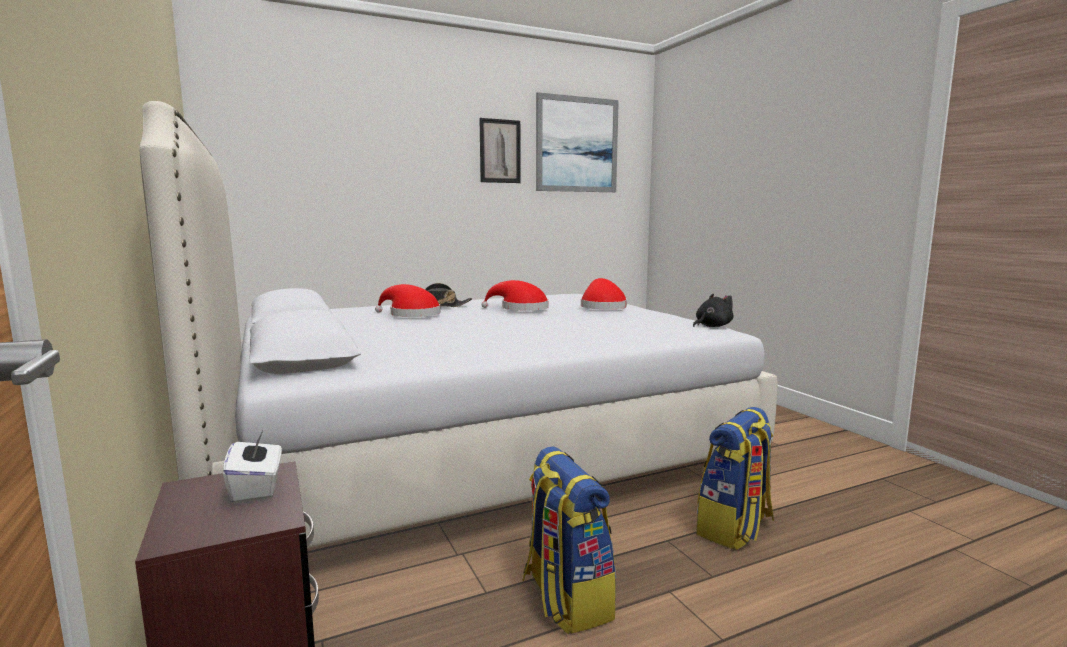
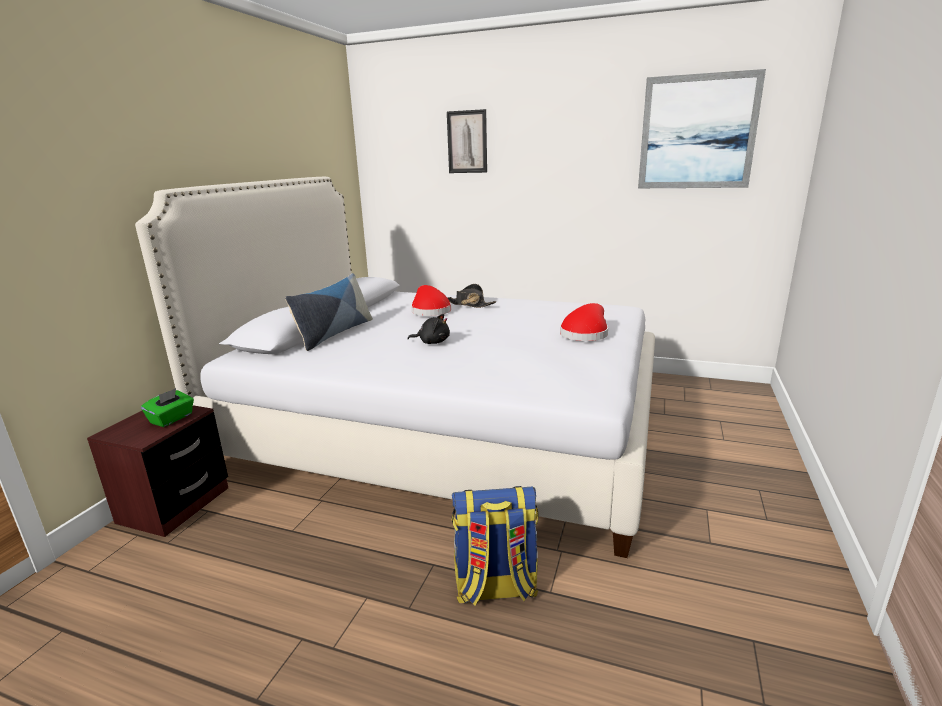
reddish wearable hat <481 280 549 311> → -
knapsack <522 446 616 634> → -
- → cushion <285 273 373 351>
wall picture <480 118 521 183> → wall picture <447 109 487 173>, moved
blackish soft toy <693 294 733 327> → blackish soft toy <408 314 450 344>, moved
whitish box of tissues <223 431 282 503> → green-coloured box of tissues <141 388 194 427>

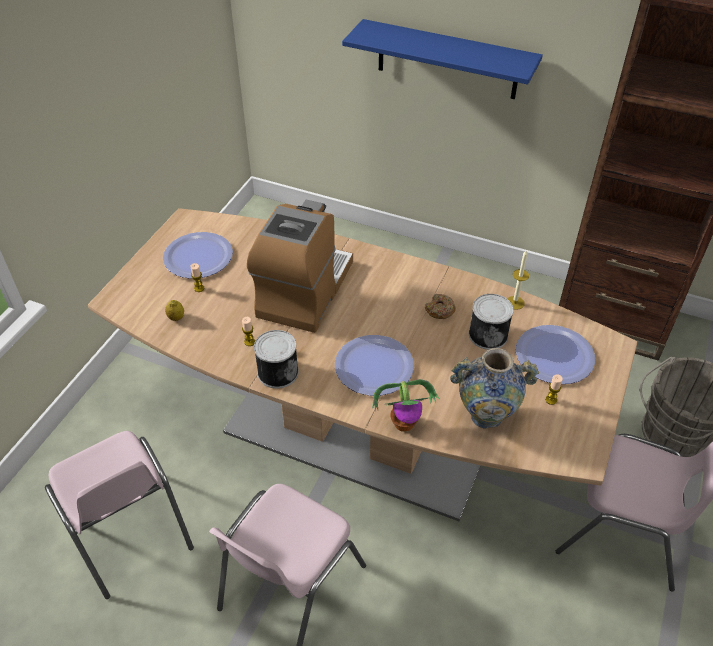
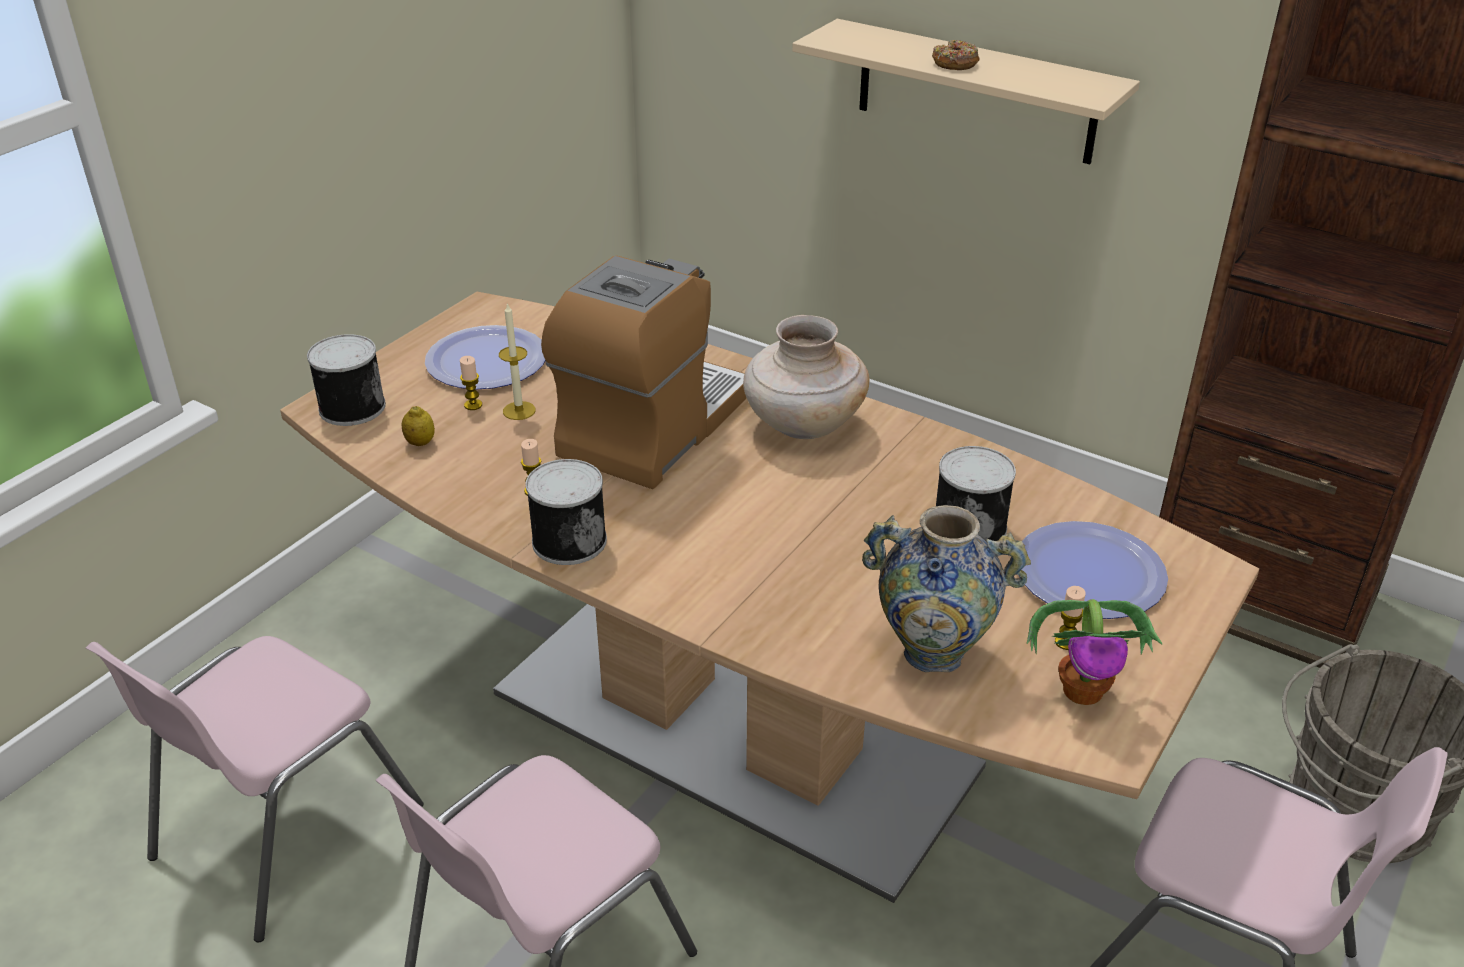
dinner plate <335 335 414 396> → -
- → sealed can <307 334 386 426>
- → sand-coloured flower vase <743 315 870 439>
potted plant <372 379 440 432> → potted plant <1027 599 1163 705>, moved
donut <425 294 456 319> → donut <932 40 980 70>, moved
candle <507 250 529 310> → candle <499 303 536 420>, moved
bluish bracket shelf <342 19 543 99> → sand-coloured bracket shelf <792 19 1140 164>
pink upright chair <45 431 194 599> → pink upright chair <86 636 423 942>, 60 degrees clockwise

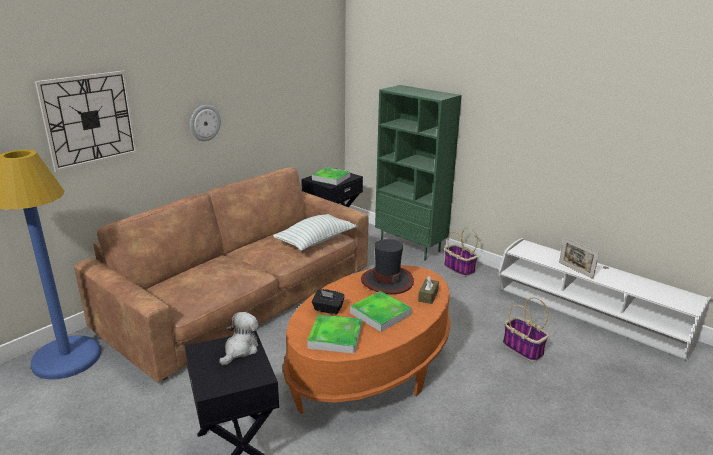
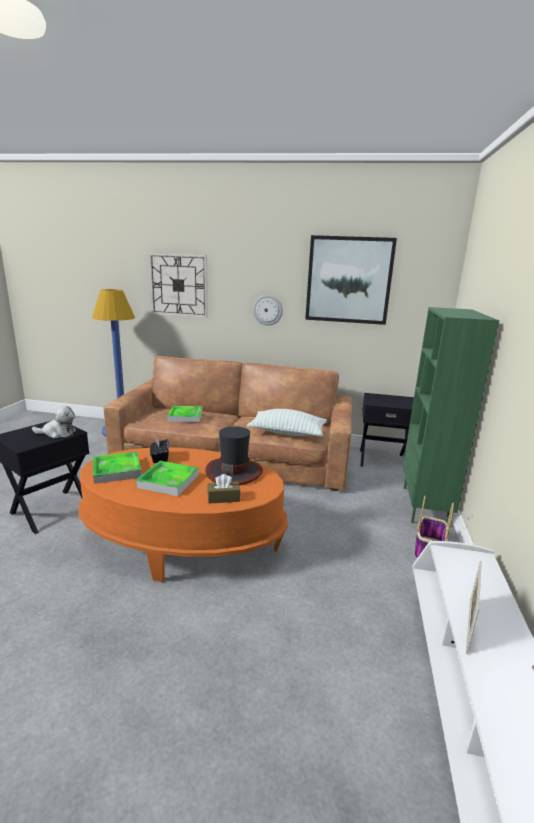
basket <503 297 549 362> → -
- → wall picture <305 235 397 325>
tray <312 167 350 185> → tray <167 406 203 422>, moved

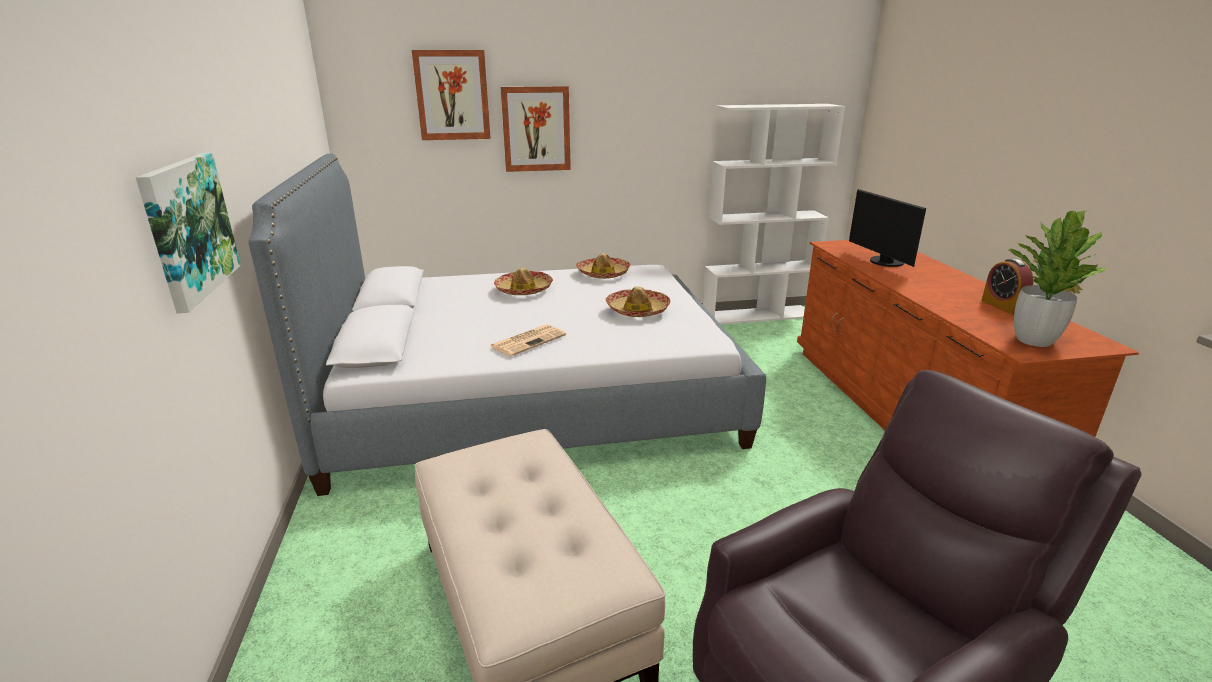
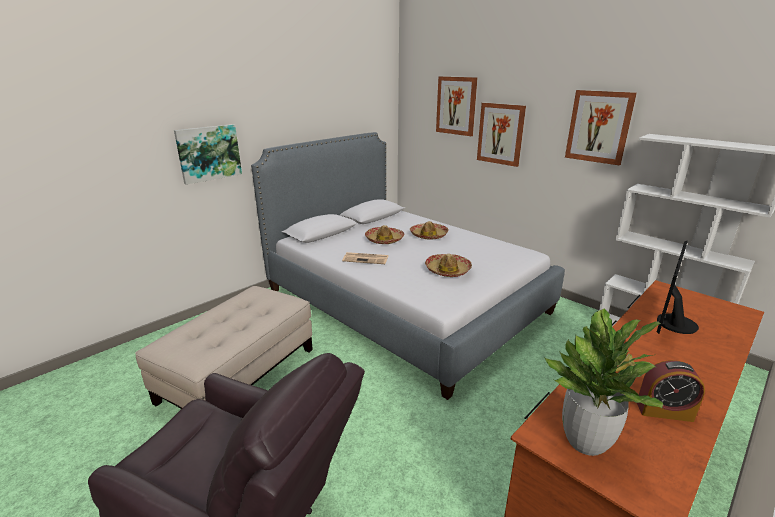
- → wall picture <565 90 637 165>
wearable hat <576 253 631 279> → wearable hat <365 225 404 244>, moved
bedside clock <981 259 1034 315> → bedside clock <637 360 705 422>, 120 degrees counterclockwise

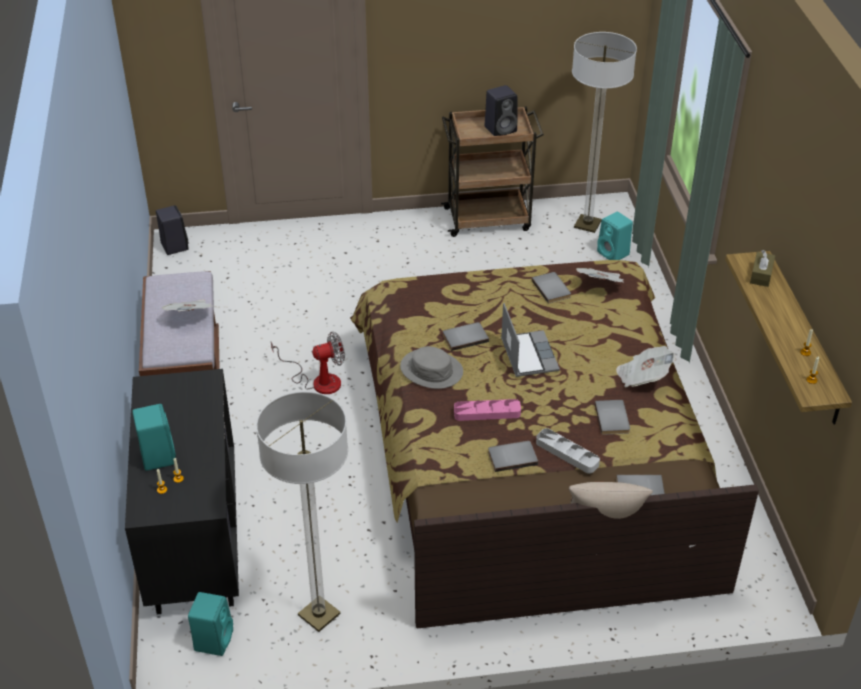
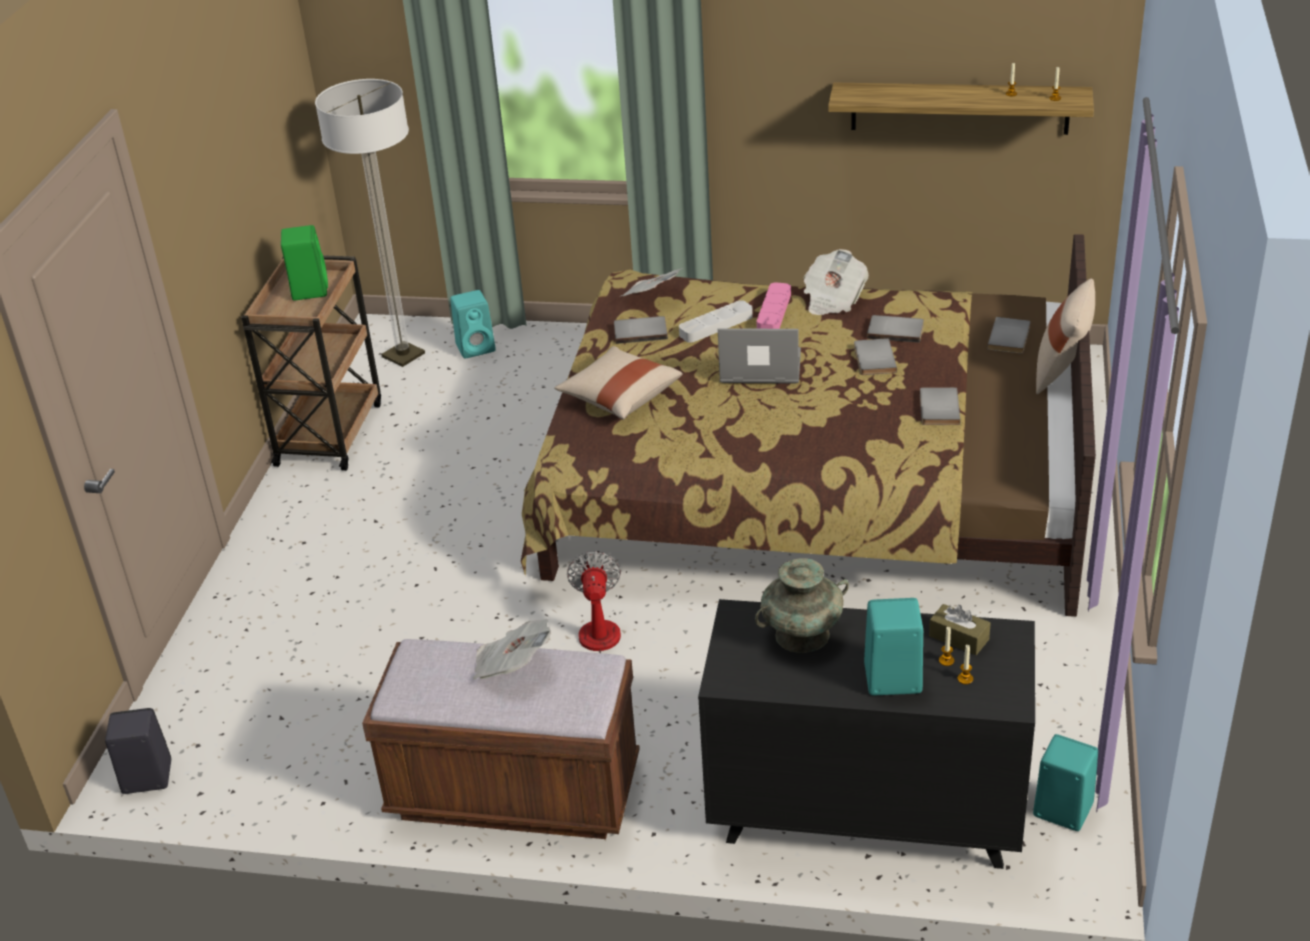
standard lamp <256 391 348 632> → -
greyish wearable hat <400 346 463 389> → -
- → sand-coloured cushion <554 346 682 420>
- → turquoise flower vase <755 558 849 653>
greyish bound book <443 322 489 351> → greyish bound book <854 338 897 375>, moved
pink tray <454 399 521 421> → pink tray <757 282 791 329>, moved
greyish tray <536 428 600 474> → greyish tray <679 300 753 343>, moved
brown box of tissues <750 250 775 287> → brown box of tissues <929 604 991 655>, moved
blackish speaker <485 85 518 136> → green-coloured speaker <281 225 328 300>

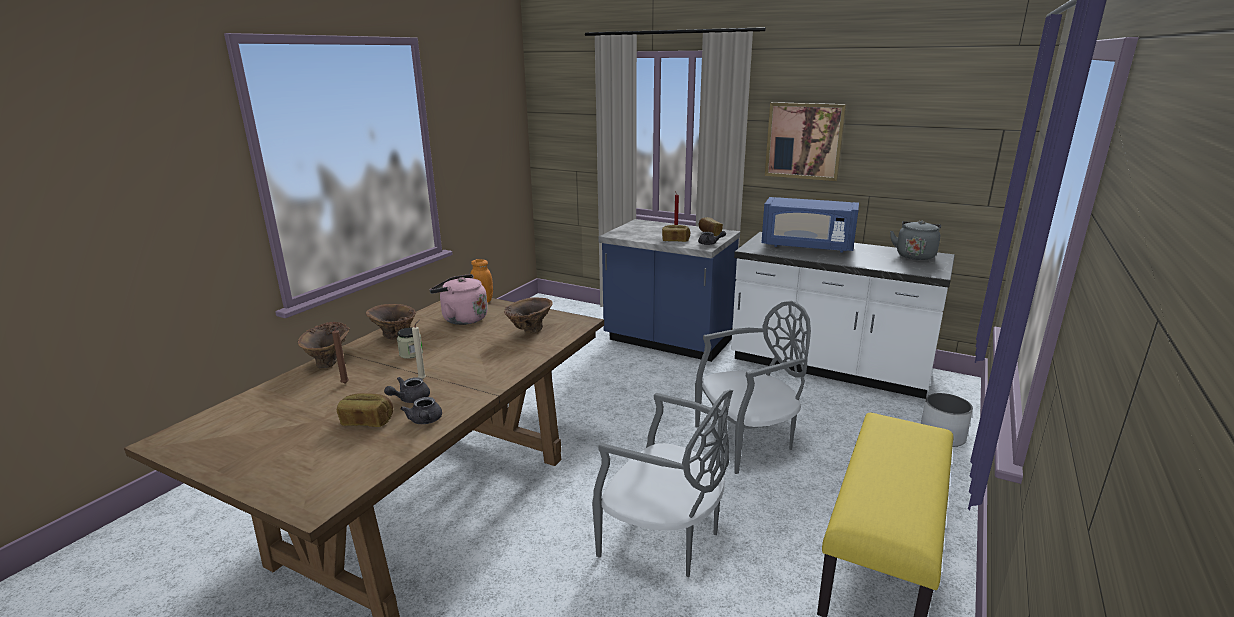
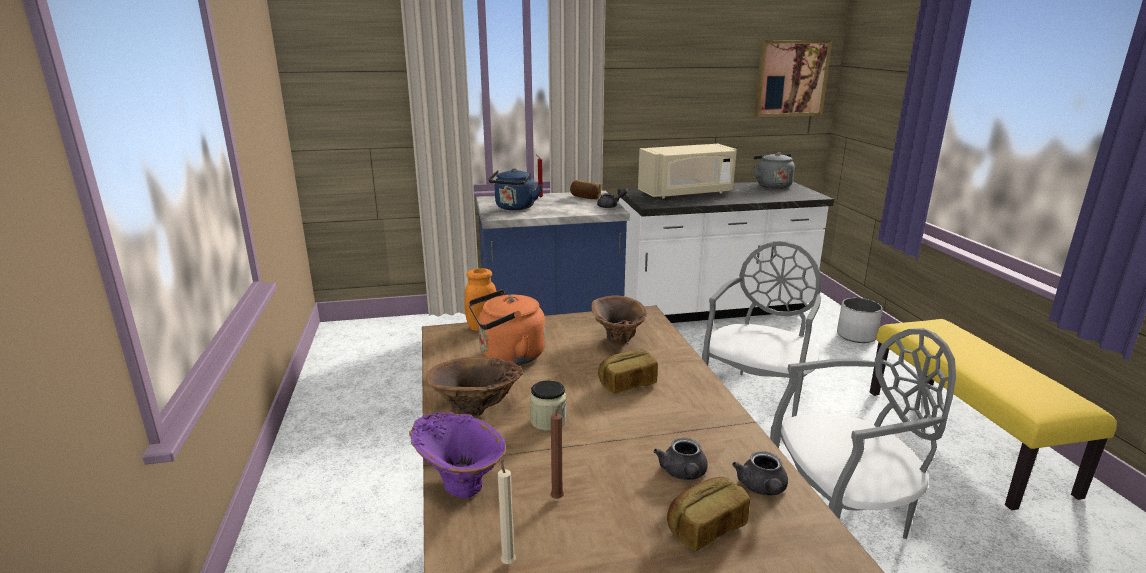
- → bluish kettle <488 168 542 210>
sand-coloured candle <412 320 426 379> → sand-coloured candle <498 454 516 564>, moved
bakery bread <662 225 690 242> → bakery bread <598 350 658 394>, moved
wall picture <765 102 846 181> → wall picture <754 40 832 117>, moved
brown flower vase <298 322 350 368> → purple-coloured flower vase <409 412 506 498>
pink kettle <430 274 488 325> → orange kettle <468 290 546 365>
bluish kitchen microwave <762 197 859 253> → sand-coloured kitchen microwave <638 144 737 199>
greyish teapot <401 397 442 424> → greyish teapot <732 451 788 496>, 60 degrees clockwise

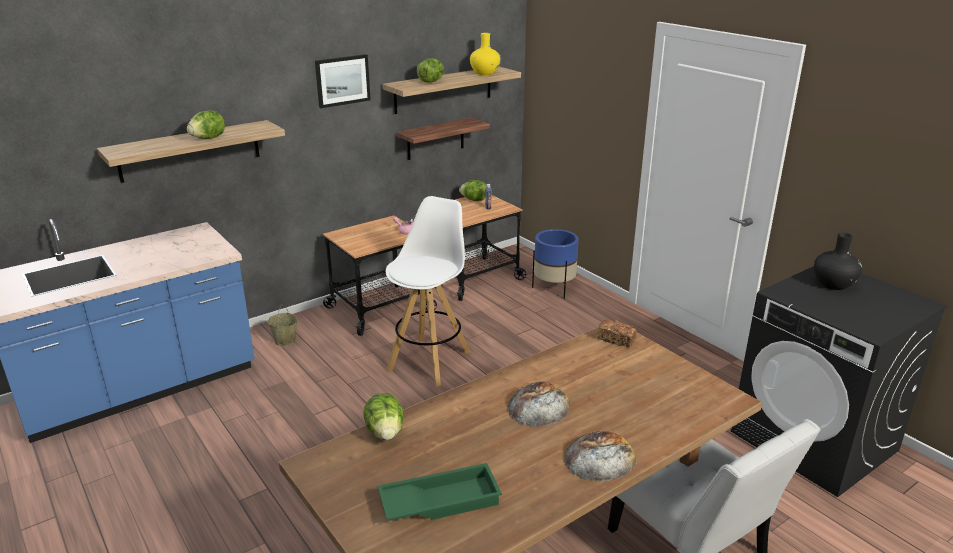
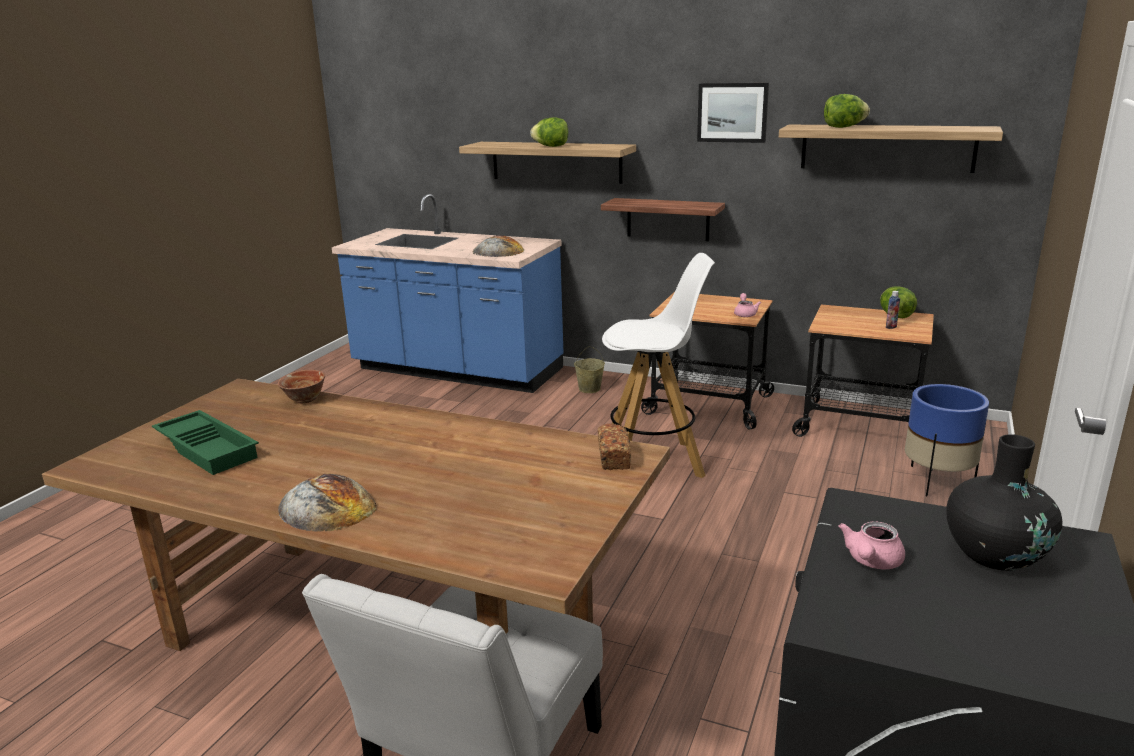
yellow flower vase <470 33 501 75> → -
- → pink teapot <838 521 905 569>
bracket shelf <397 118 490 160> → bracket shelf <601 198 725 241>, moved
bakery bread <508 381 571 427> → bakery bread <472 235 524 257>, moved
lettuce head <363 393 404 440> → serving bowl <278 370 325 403>

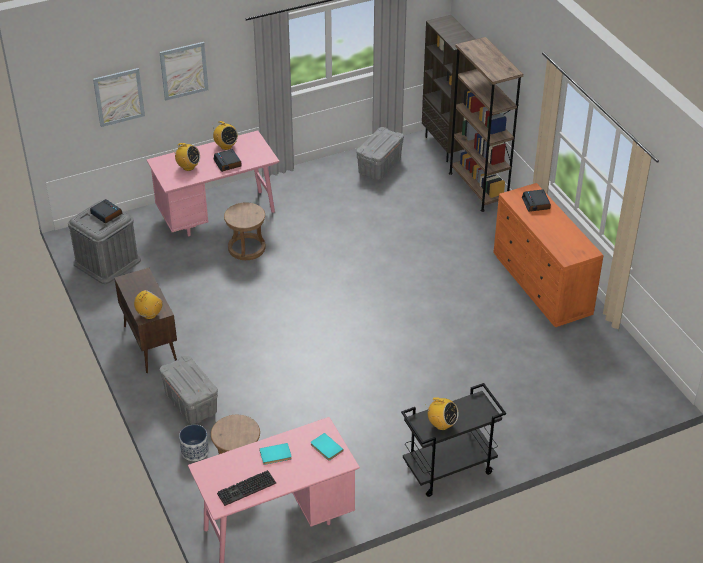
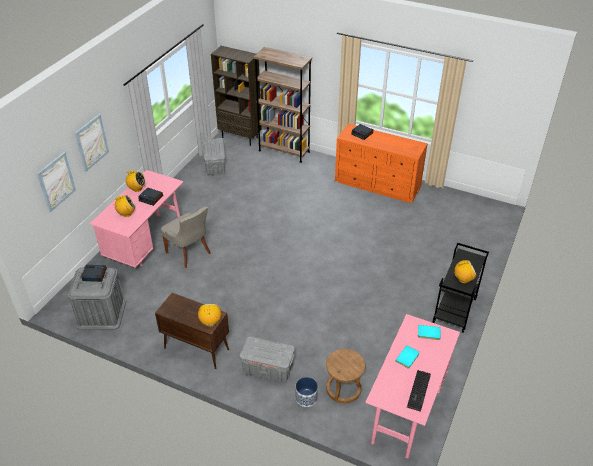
brown sitting stool <224 202 266 260> → greyish upright chair <161 206 211 268>

